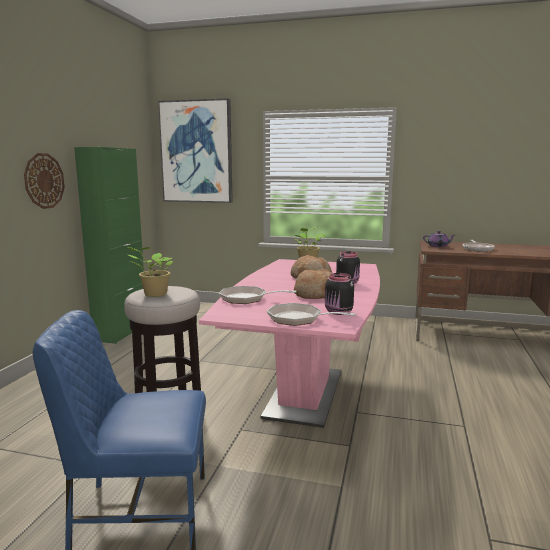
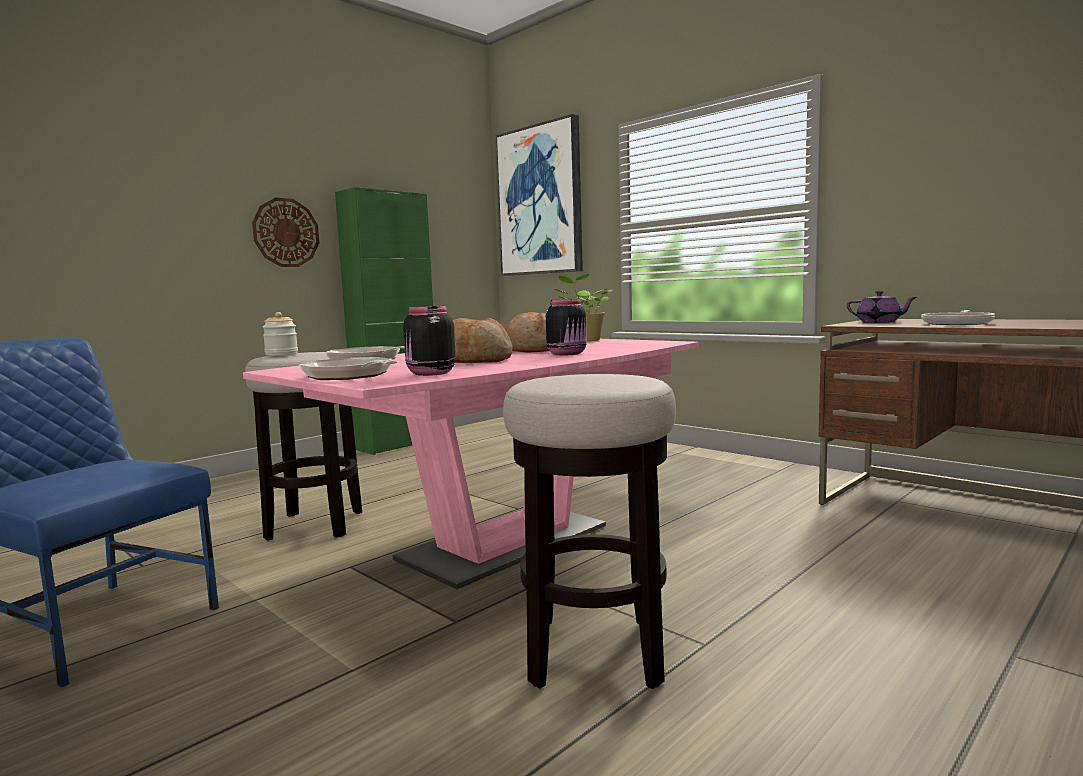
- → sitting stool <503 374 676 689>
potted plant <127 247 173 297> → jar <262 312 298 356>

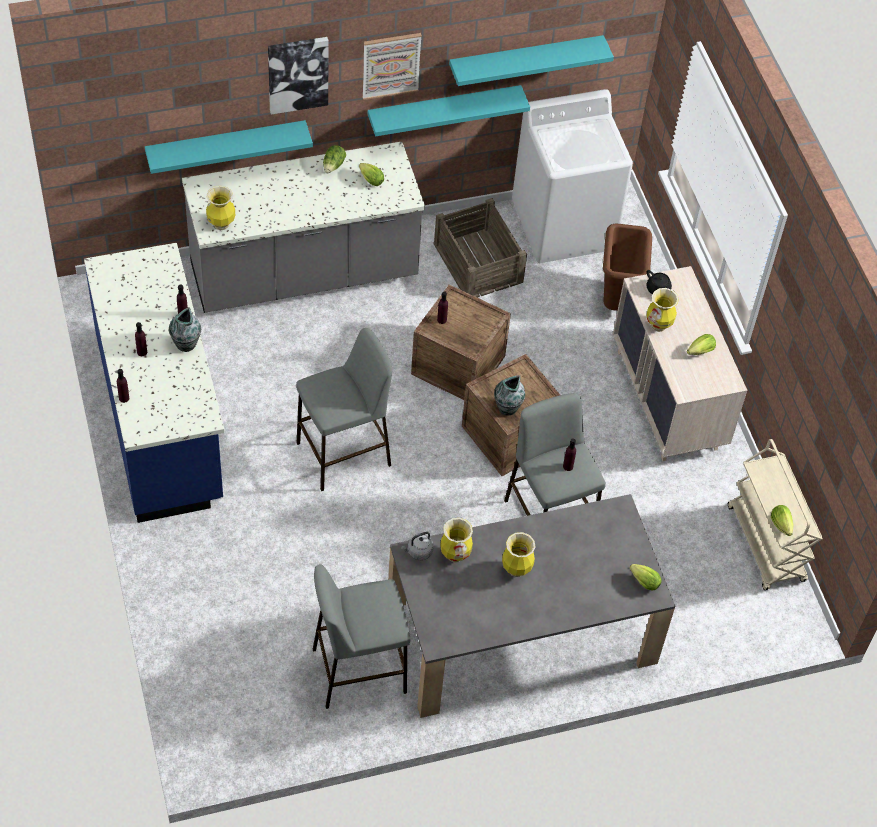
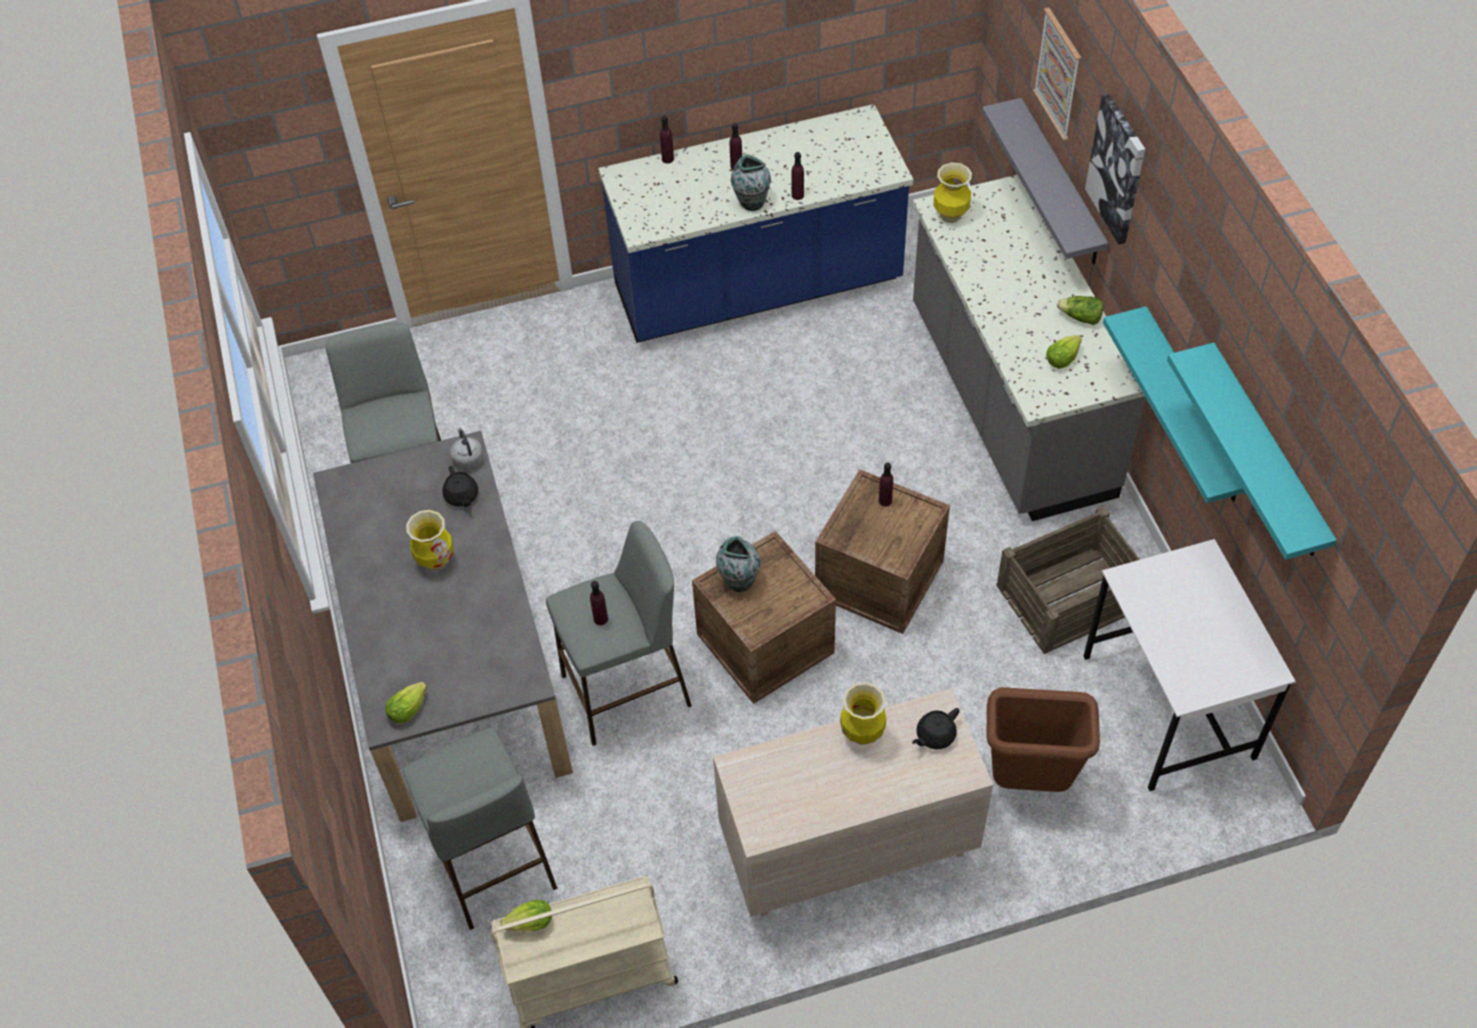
lettuce head <687 334 716 355> → -
greyish sitting stool <296 328 393 491> → greyish sitting stool <403 727 557 930>, moved
wall picture <362 33 422 100> → wall picture <1033 7 1081 141>, moved
flower vase <440 518 473 563> → blackish teapot <442 466 478 507>
whitish washing machine <512 89 633 263> → whitish desk unit <1084 539 1296 791>
turquoise bracket shelf <145 120 313 174> → greyish bracket shelf <982 98 1108 264>

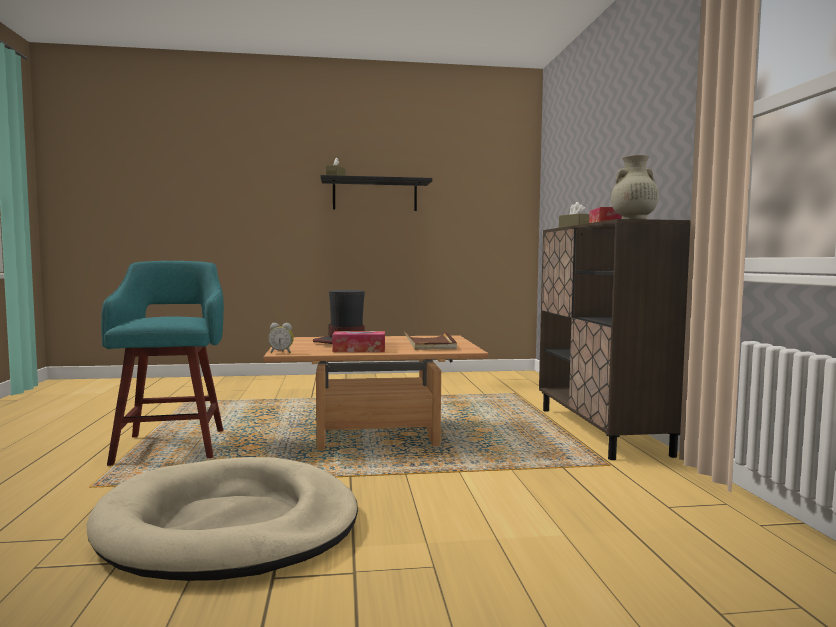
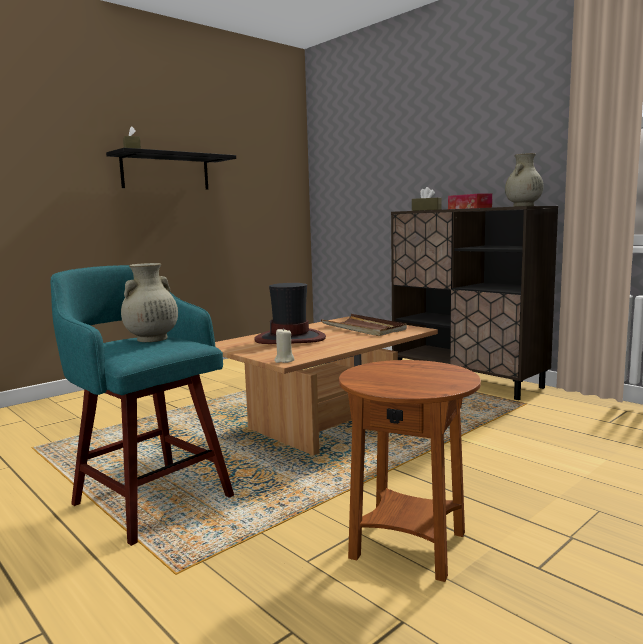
box of tissues <332 331 385 352> → -
- → sand-coloured flower vase <121 263 178 342>
sand-coloured pet bed <87 457 358 581> → brown side table <339 360 481 582>
bedside clock <268 323 294 353> → sand-coloured candle <274 328 295 363>

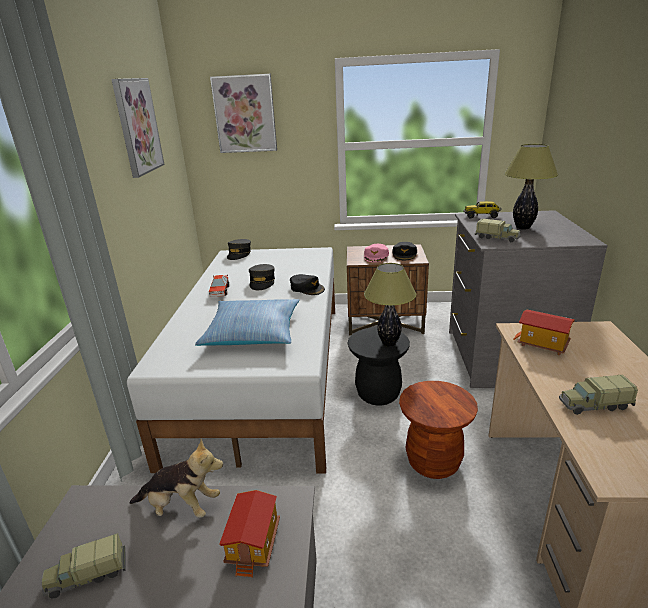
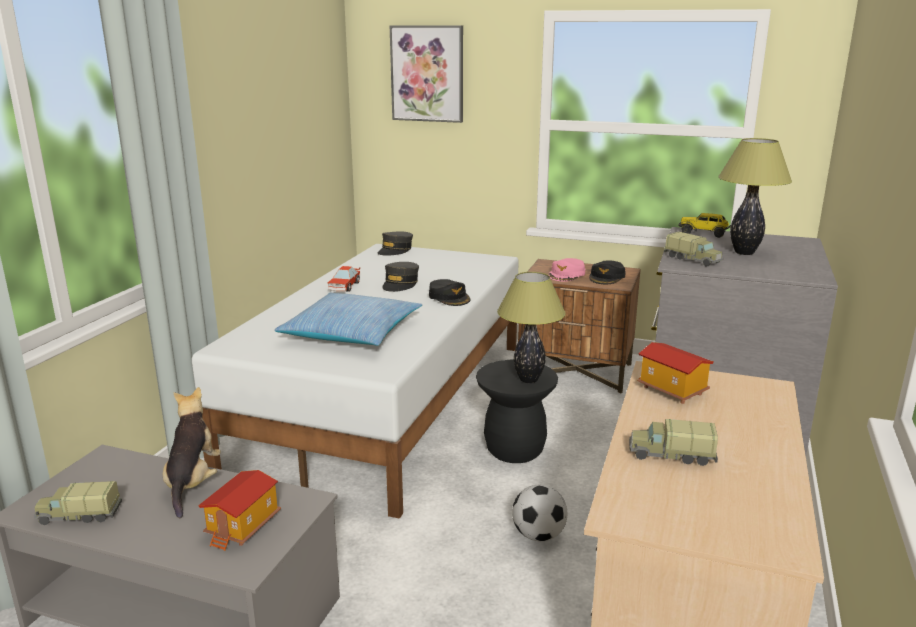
wall picture <111 78 164 178> → -
brown sitting stool <399 381 478 479> → ball for football <512 485 567 541>
soft toy <129 439 223 518> → soft toy <163 387 221 518>, 120 degrees counterclockwise

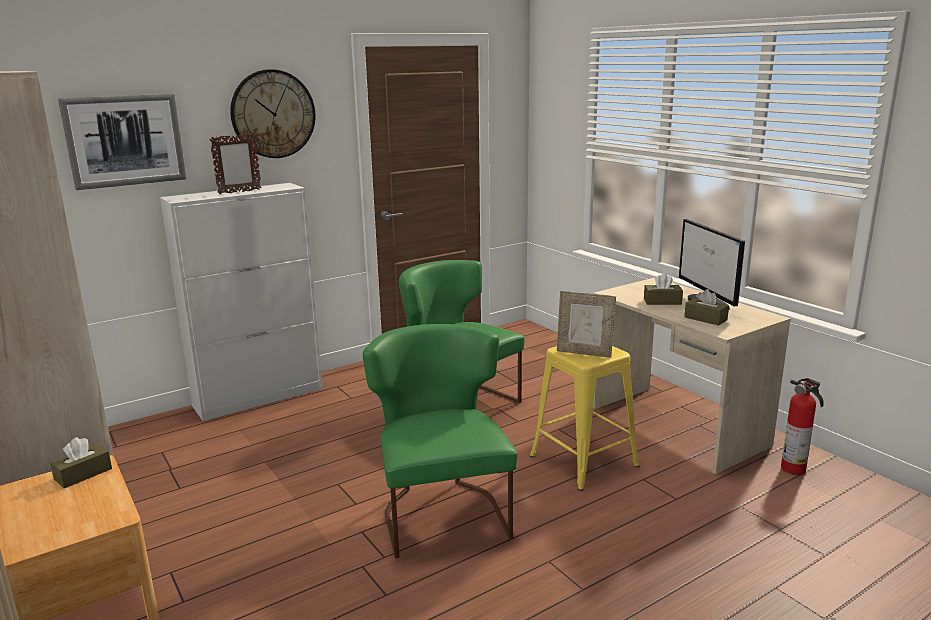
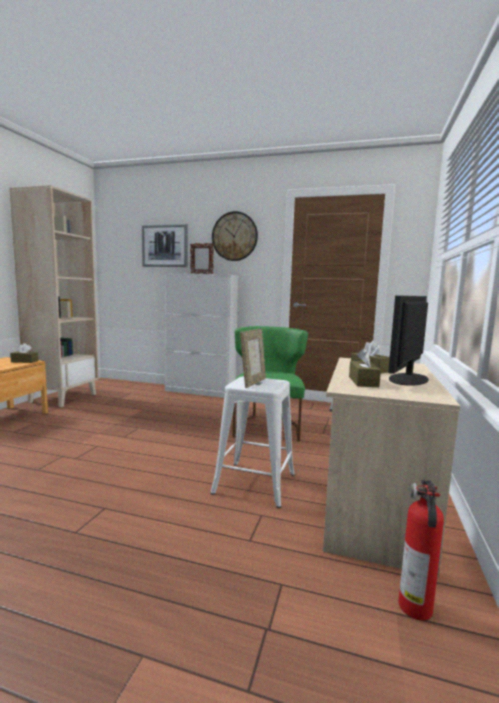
green-coloured upright chair <363 324 517 558> → -
yellow sitting stool <530 346 640 491> → whitish sitting stool <210 376 295 508>
standing frame <557 291 616 358> → standing frame <240 329 266 388>, 135 degrees counterclockwise

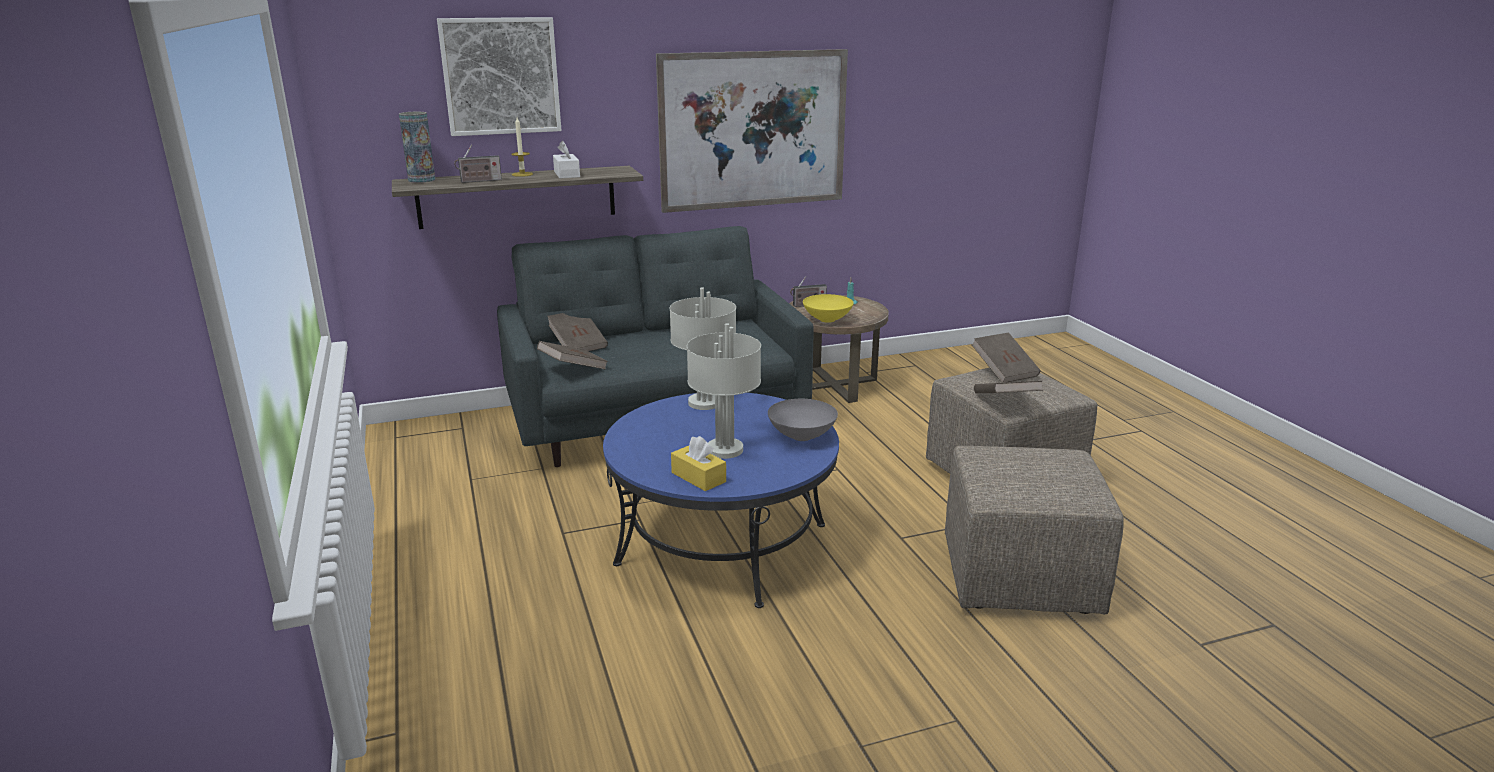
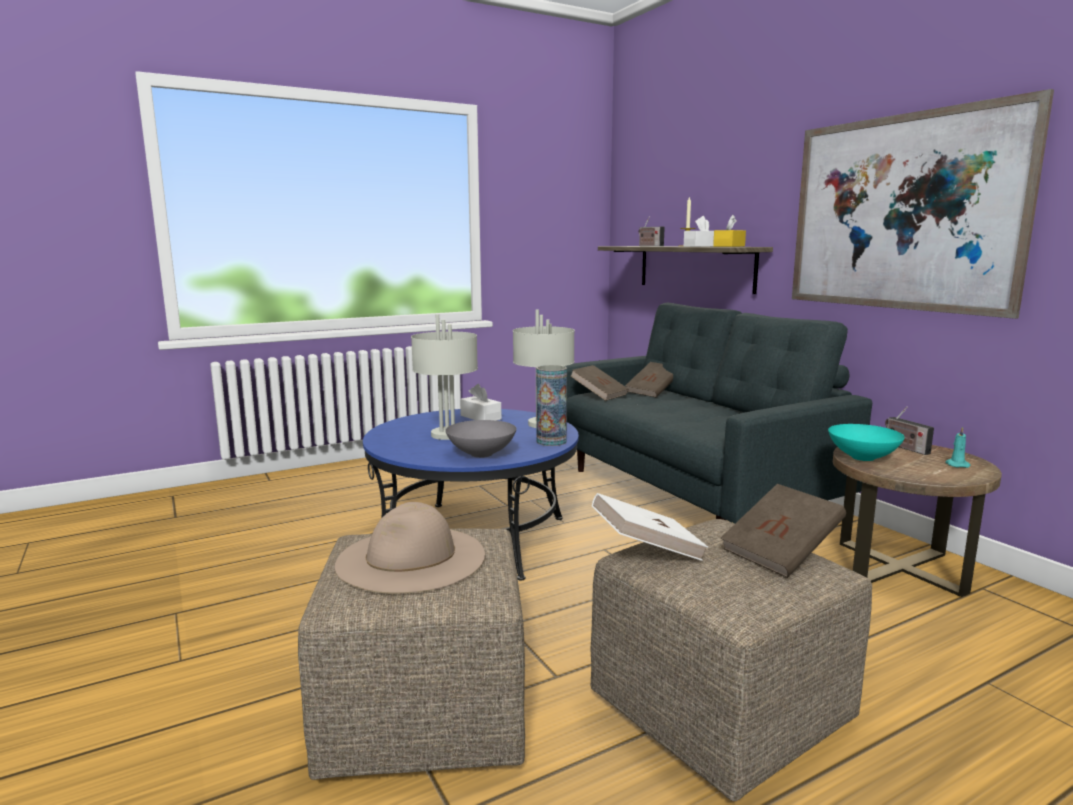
wall picture <437 17 562 136> → -
- → sand-coloured wearable hat <335 502 485 593>
- → whitish box of tissues <460 384 502 421>
flower vase <399 112 436 183> → flower vase <536 365 567 446>, moved
yellow box of tissues <671 436 726 491> → yellow box of tissues <713 215 746 247>, moved
yellow serving bowl <803 294 854 323> → turquoise serving bowl <828 424 905 461>
brown bound book <974 381 1043 393> → whitish bound book <592 493 708 561>

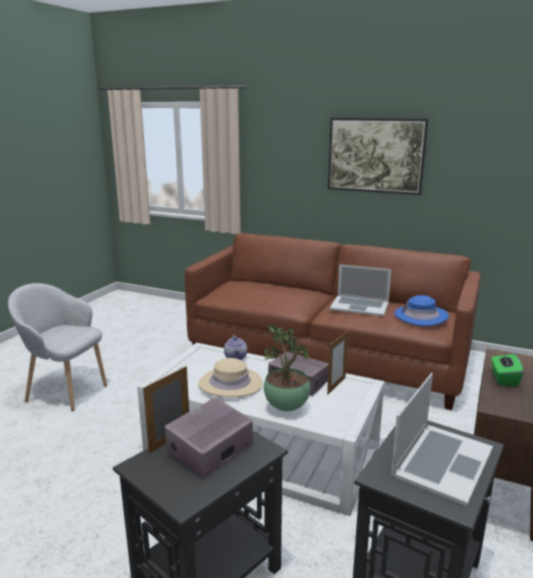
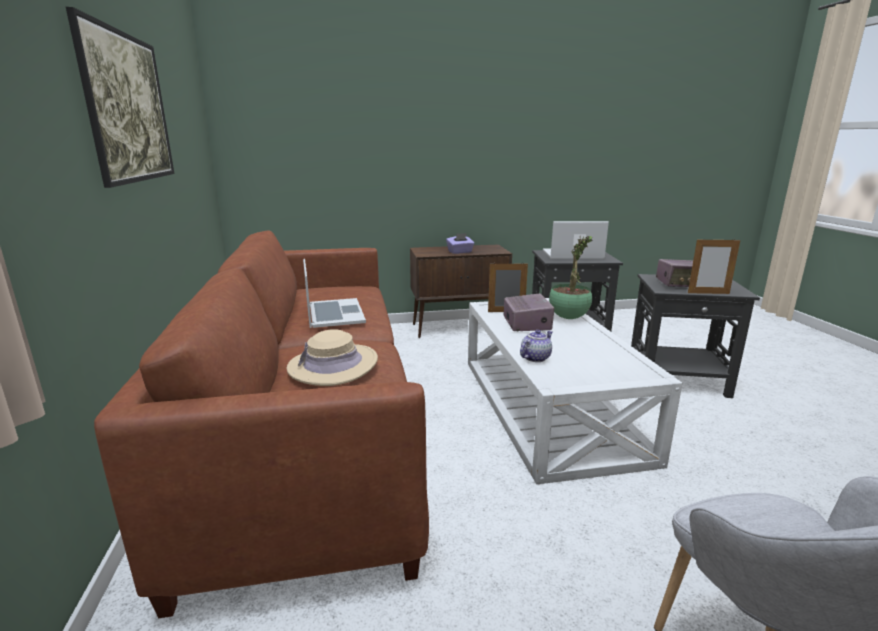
bluish wearable hat <394 295 449 326> → -
sand-coloured wearable hat <198 358 263 397> → sand-coloured wearable hat <286 329 378 386>, moved
green-coloured box of tissues <491 353 524 386> → purple-coloured box of tissues <446 233 474 254>

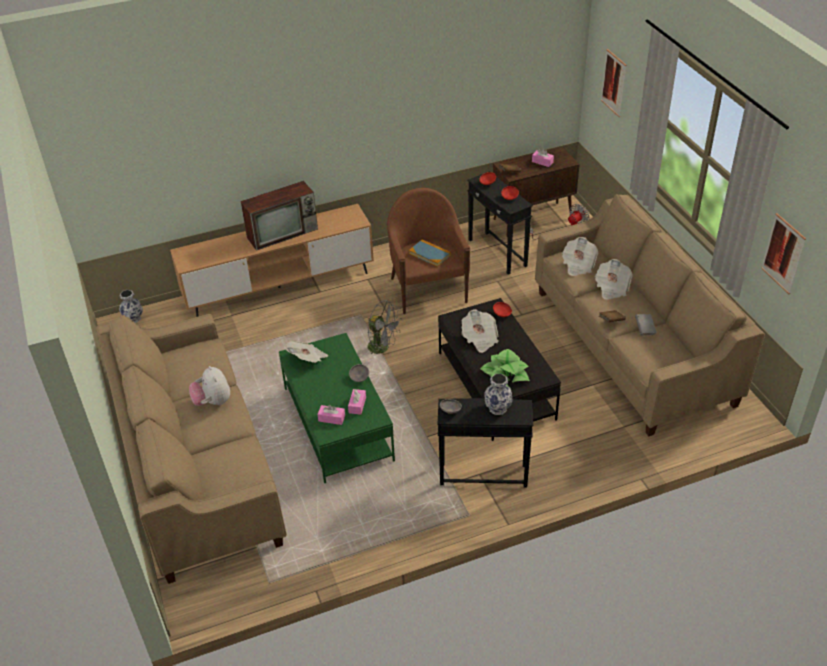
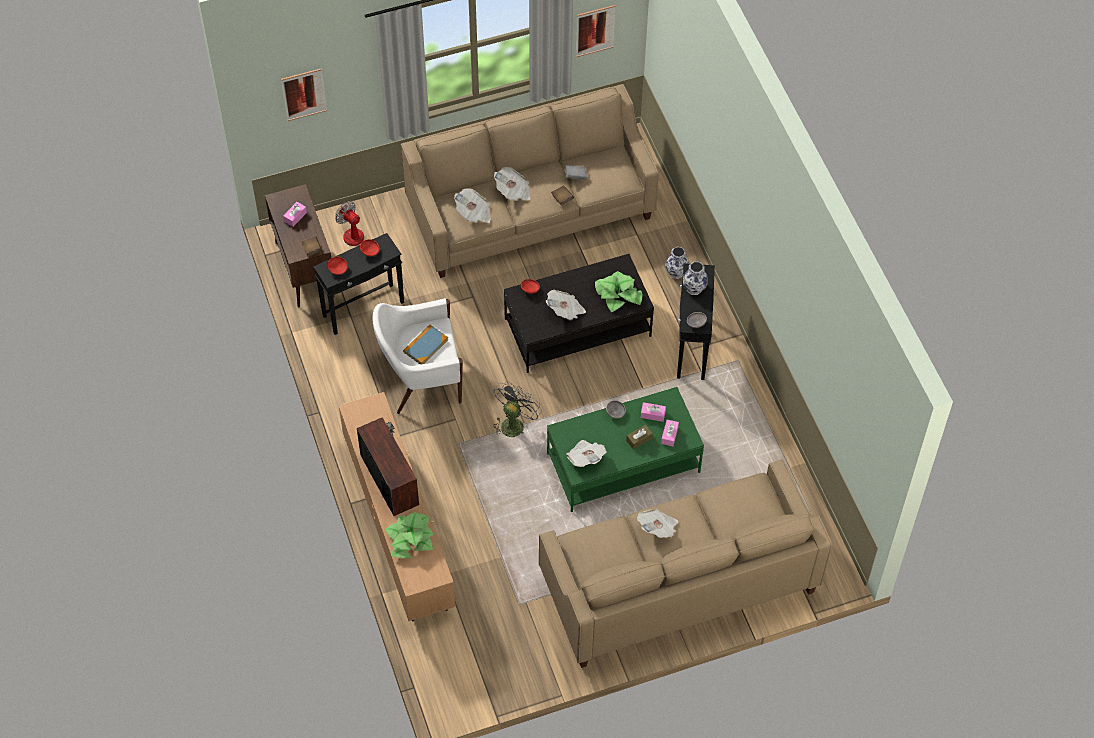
- → potted plant <386 512 434 558>
- → brown box of tissues <626 425 653 449>
flower vase <119 290 143 323> → flower vase <665 247 690 279>, moved
soft toy <189 366 230 406> → newspaper <637 509 679 538>
brown easy chair <387 188 470 314> → whitish easy chair <373 298 463 414>

